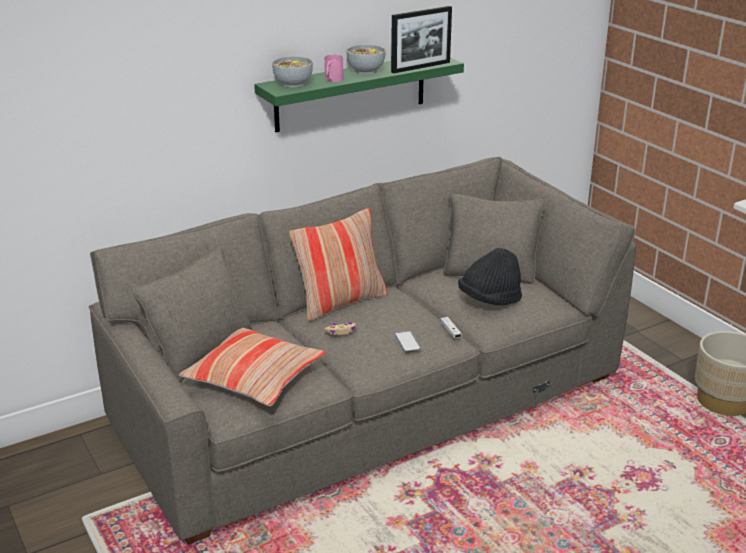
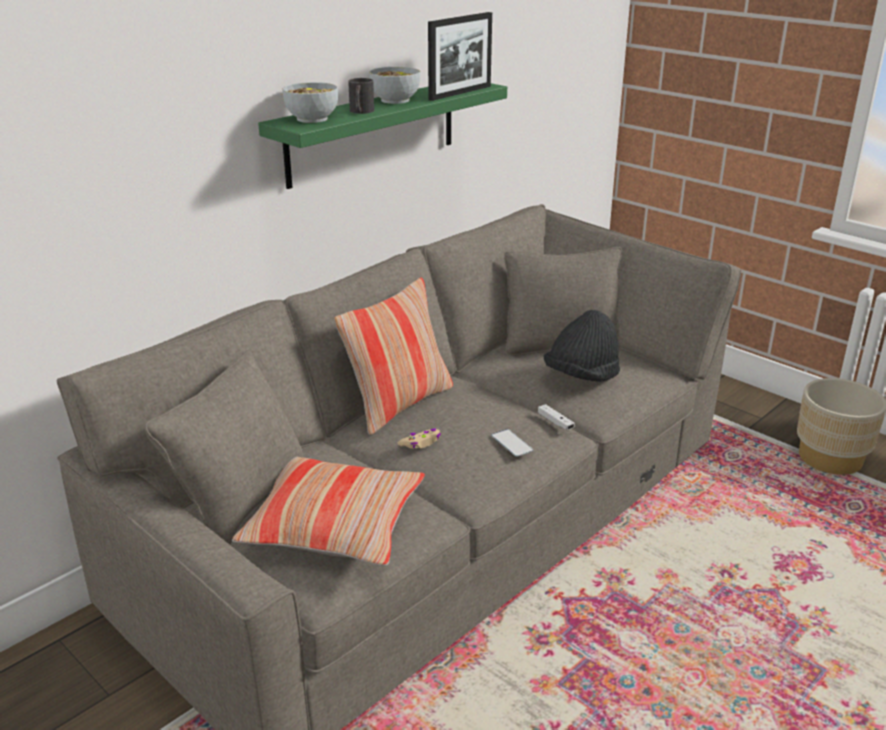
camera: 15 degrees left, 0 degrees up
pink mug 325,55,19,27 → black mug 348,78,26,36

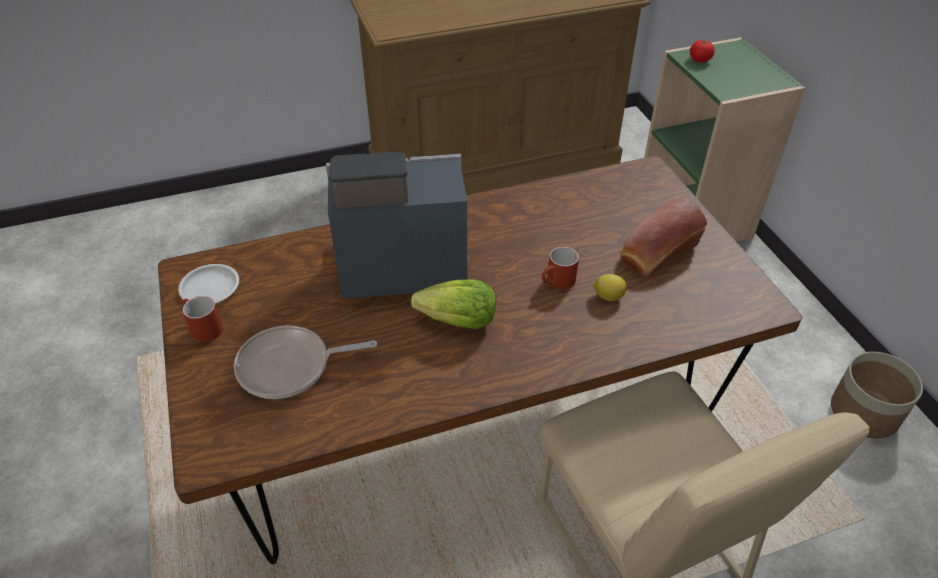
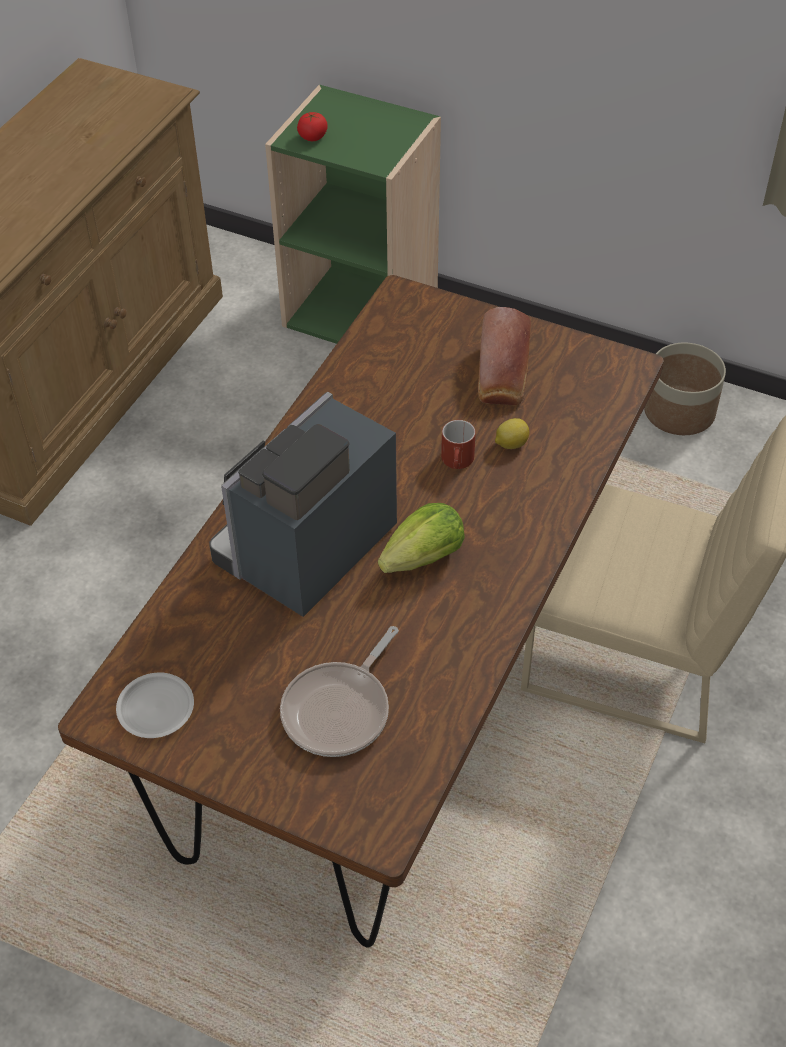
camera: 45 degrees left, 5 degrees up
red mug 182,296,41,46 → -

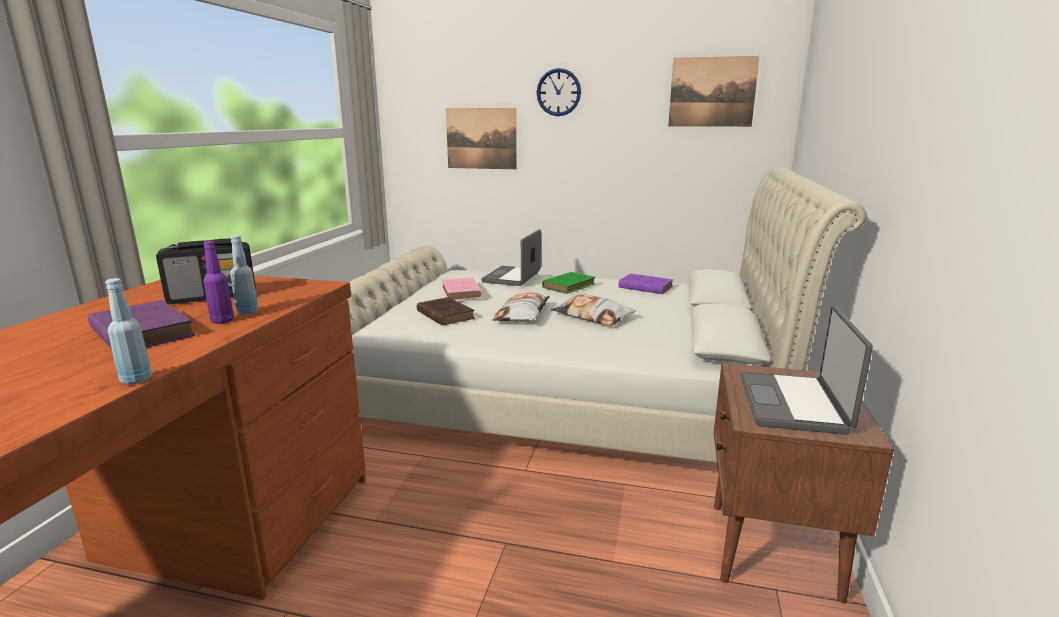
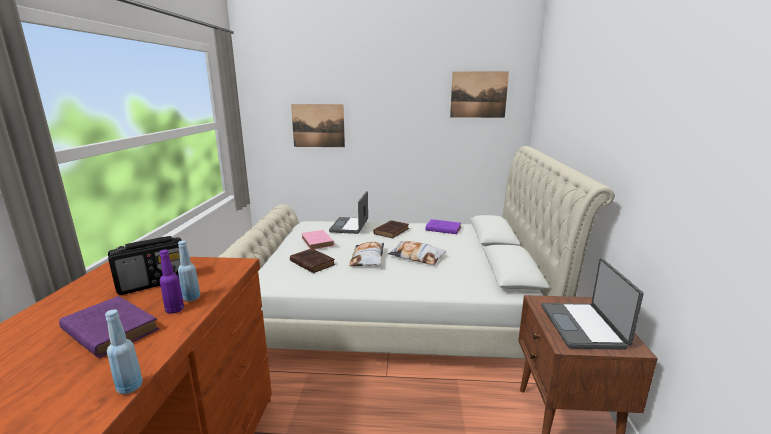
camera: 10 degrees left, 0 degrees up
green book 542,272,53,22 → brown book 373,220,36,18
wall clock 536,68,45,48 → -

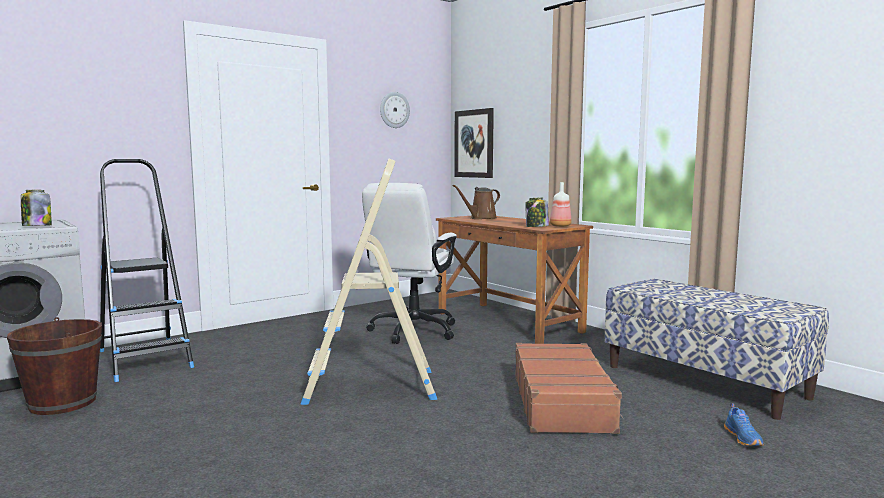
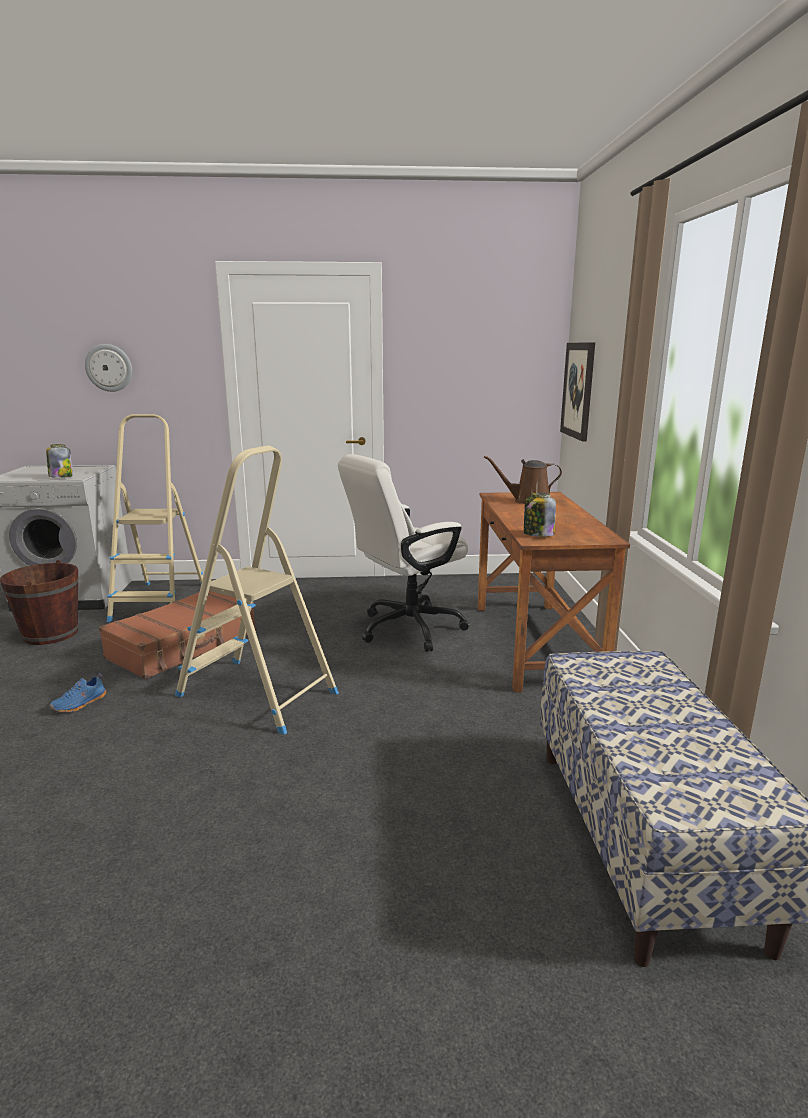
camera: 35 degrees right, 10 degrees up
blue shoe 724,403,40,43 → blue shoe 50,673,56,39, moved
wall clock 380,92,30,36 → wall clock 85,344,47,48, moved
brown suitcase 515,343,108,91 → brown suitcase 99,591,157,88, moved
black step ladder 100,159,94,223 → beige step ladder 107,414,96,208
bottle 550,182,21,45 → -

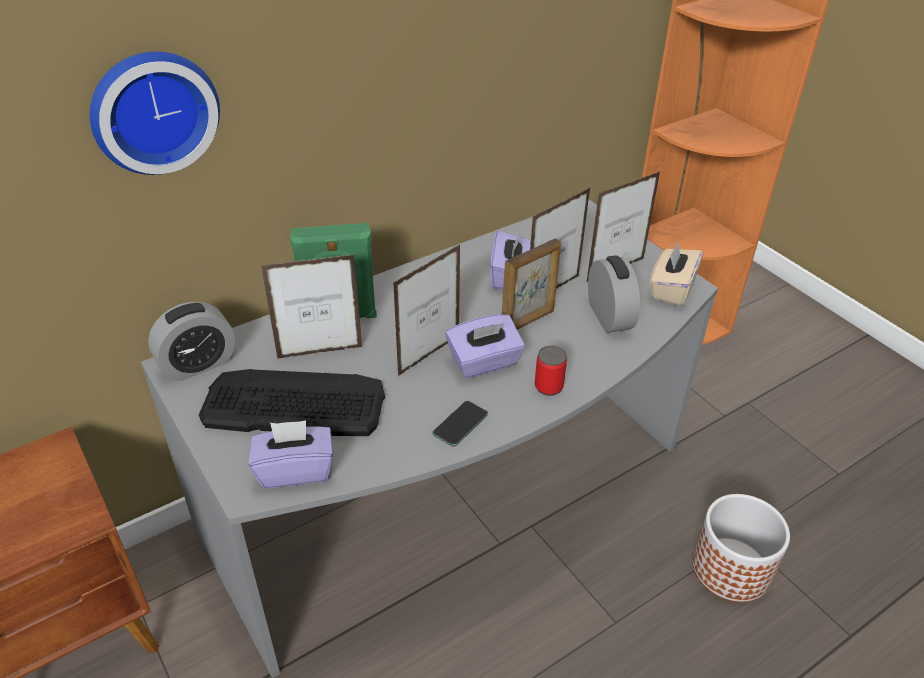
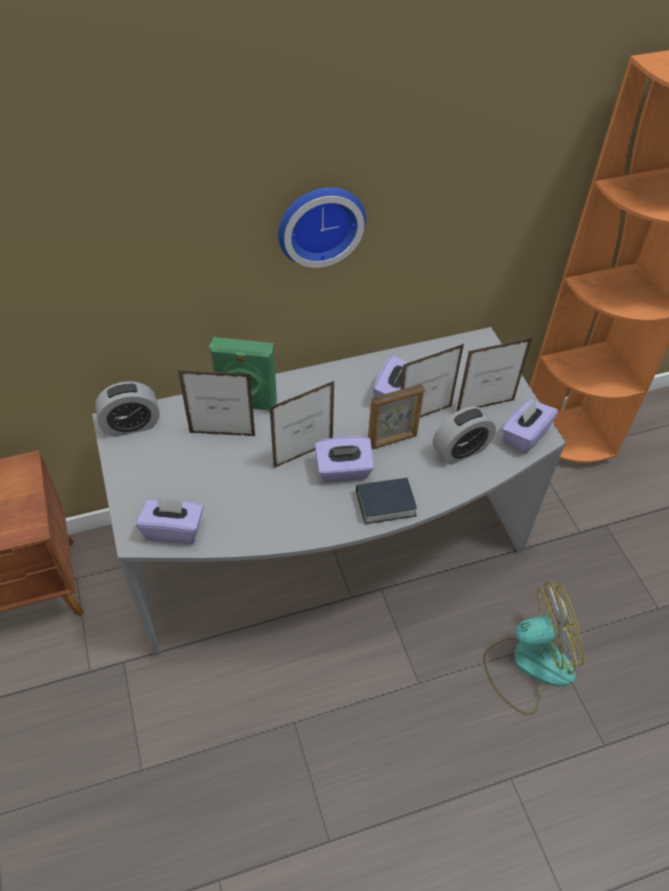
camera: 15 degrees right, 10 degrees up
wall clock 90,52,130,123 → wall clock 278,187,88,81, moved
can 535,346,32,50 → book 356,478,61,46
alarm clock 588,256,52,77 → alarm clock 433,406,63,59, 60 degrees clockwise
planter 692,494,98,108 → fan 483,581,101,134
beige tissue box 650,241,53,65 → purple tissue box 502,399,56,55
keyboard 199,369,186,67 → -
phone 432,401,56,46 → -

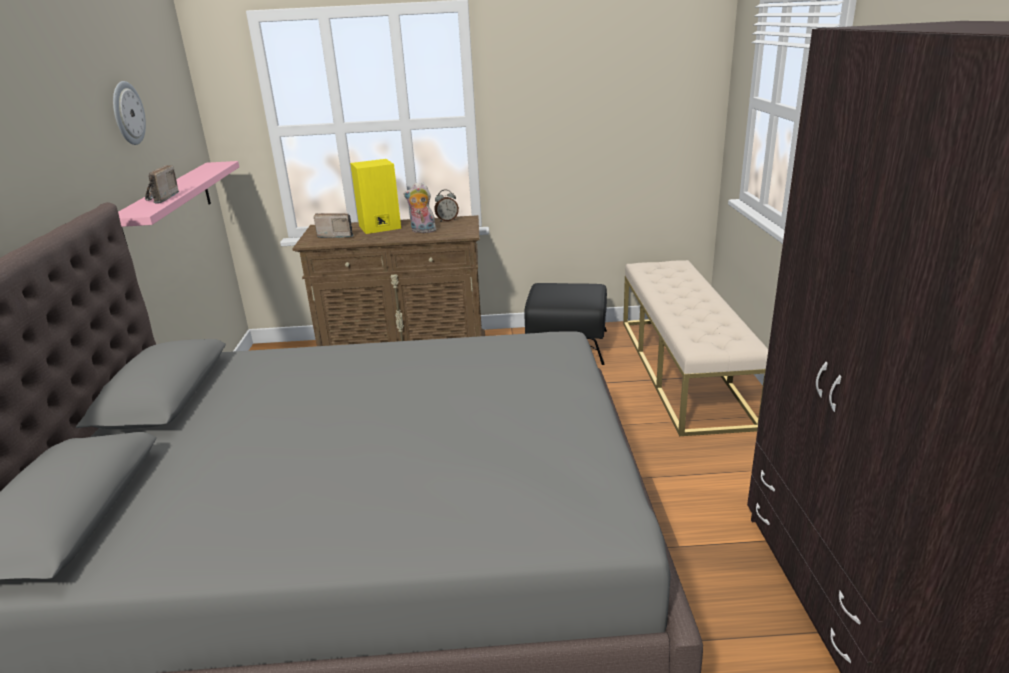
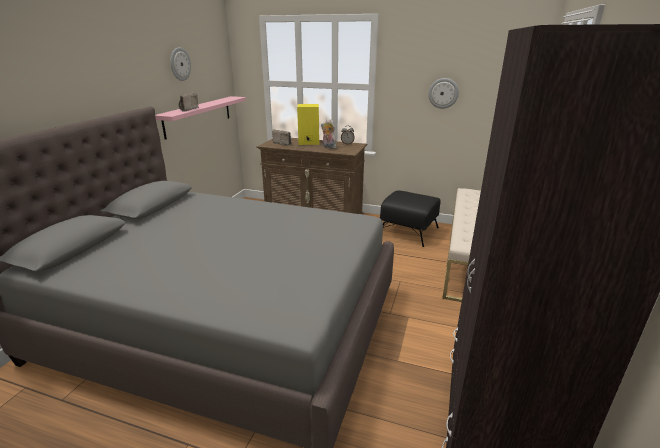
camera: 20 degrees right, 0 degrees up
- → wall clock 428,78,31,31

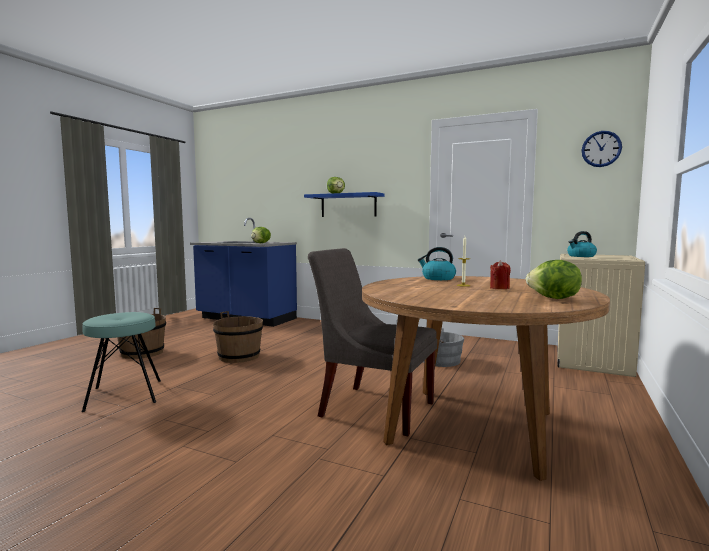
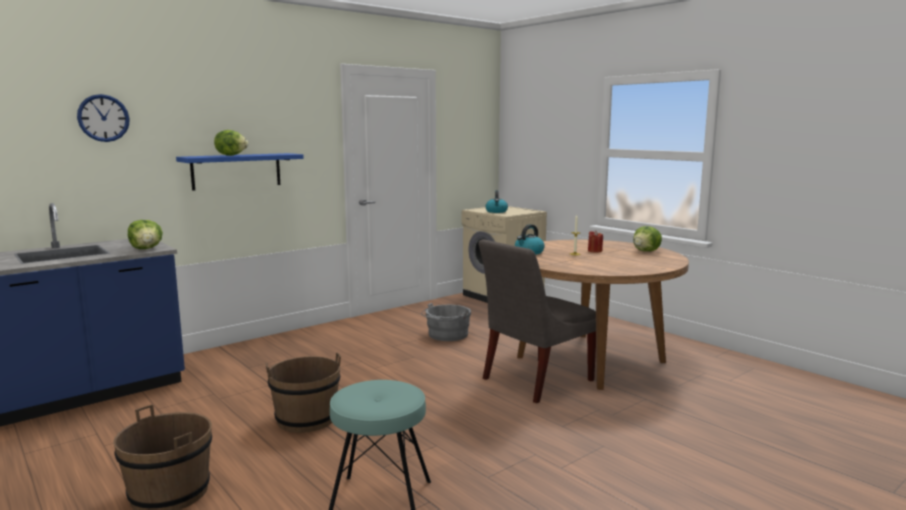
camera: 65 degrees left, 5 degrees up
wall clock 581,131,41,36 → wall clock 77,94,53,48, moved

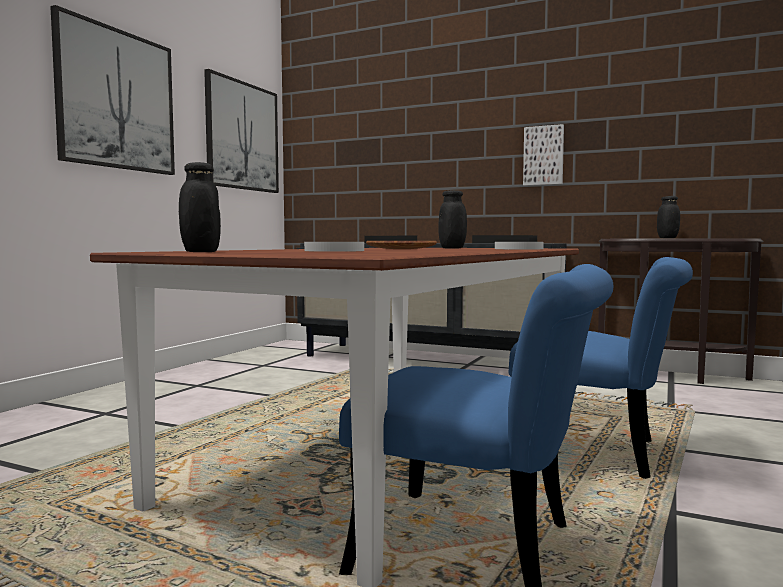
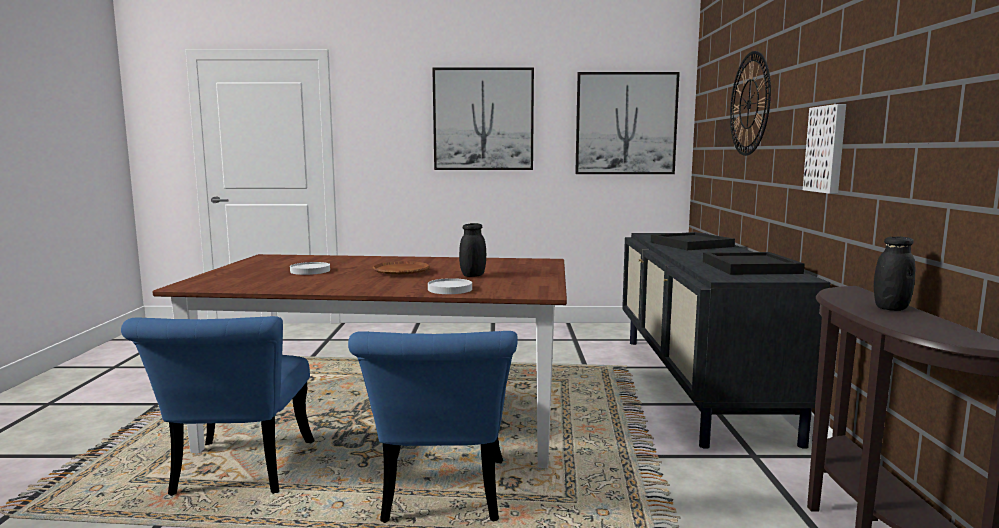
camera: 65 degrees right, 5 degrees up
- → wall clock 730,51,41,105
black jar 179,162,42,90 → -

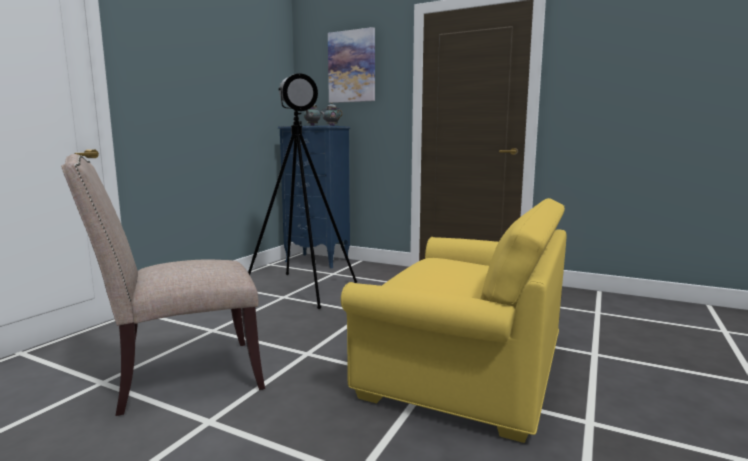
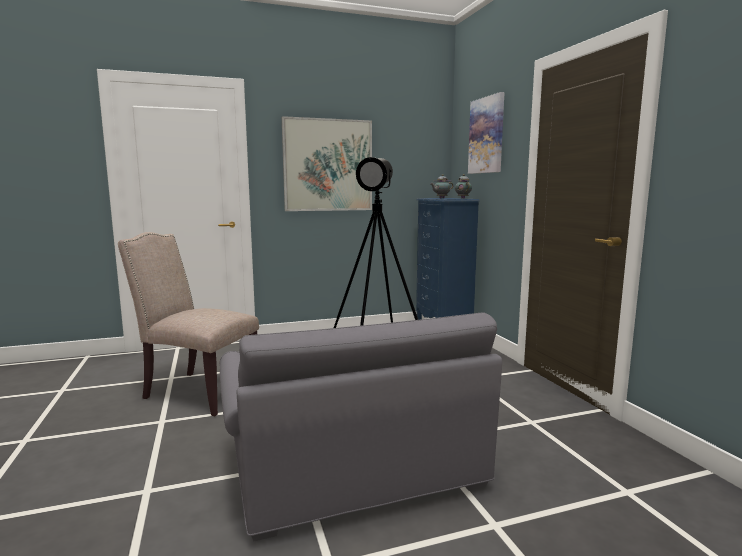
camera: 45 degrees right, 0 degrees up
yellow armchair 341,198,225,245 → grey armchair 220,312,282,229
- → picture 282,116,90,95

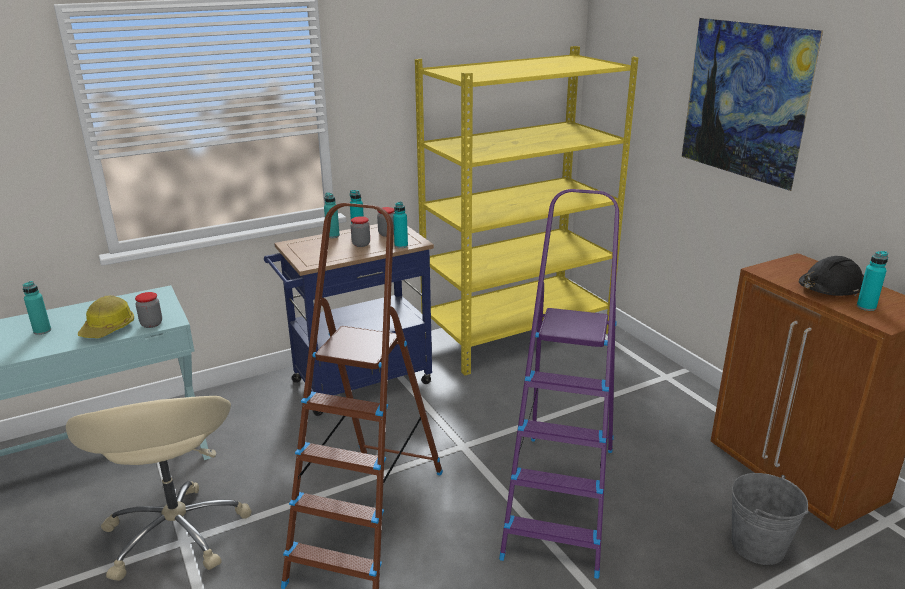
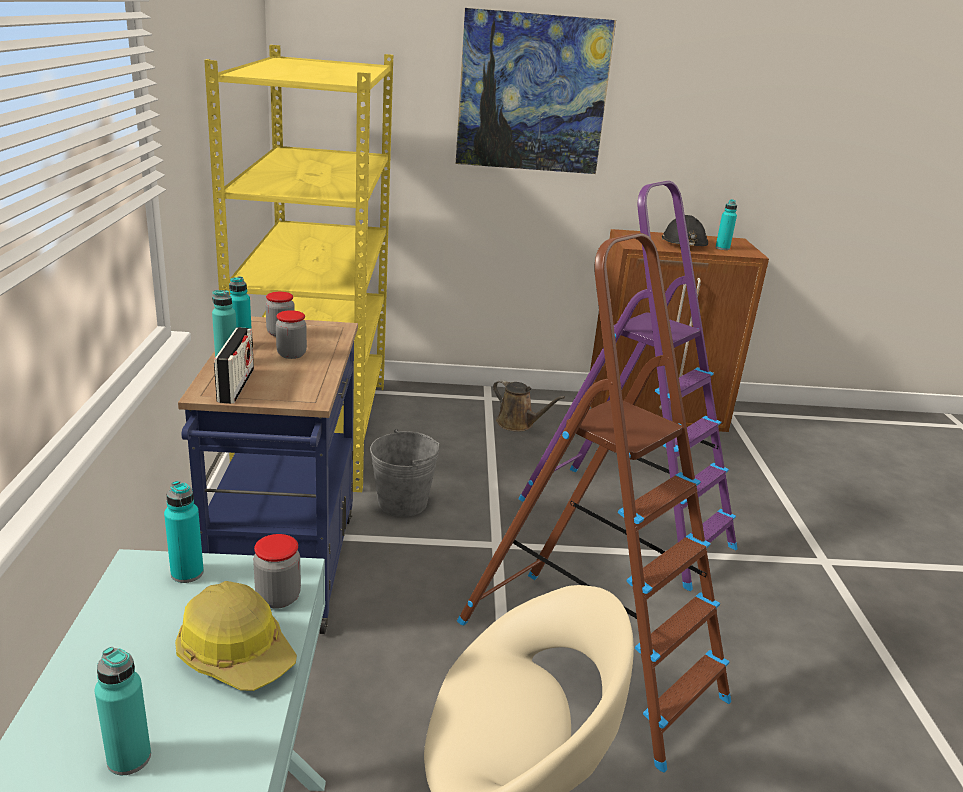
camera: 65 degrees left, 0 degrees up
turquoise bottle 393,202,15,46 → turquoise bottle 164,481,40,102, moved
- → radio 214,327,40,77
grey bucket 731,473,77,92 → grey bucket 370,429,69,88, moved
- → brown watering can 493,379,72,53

